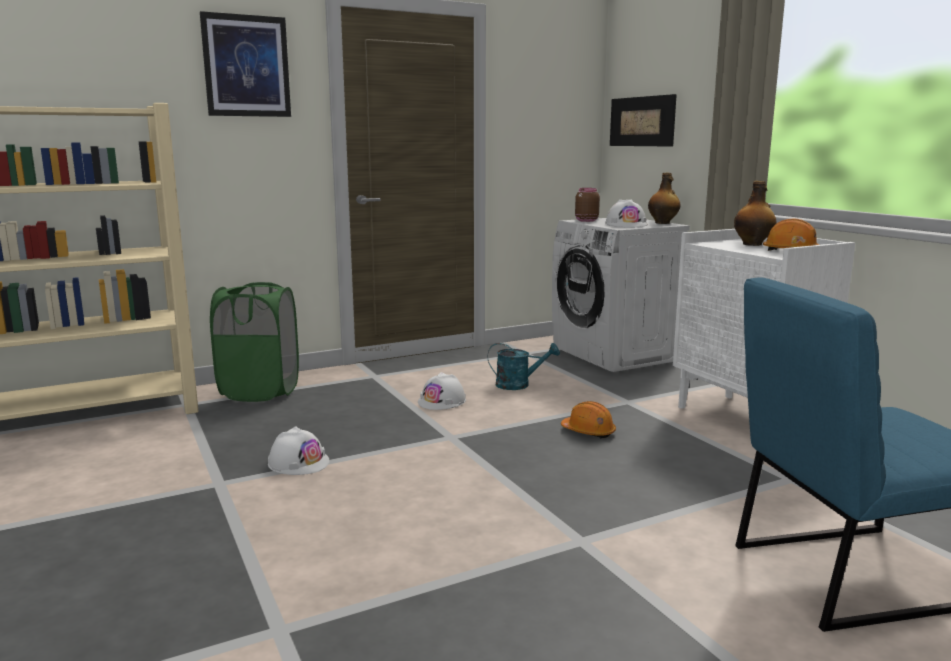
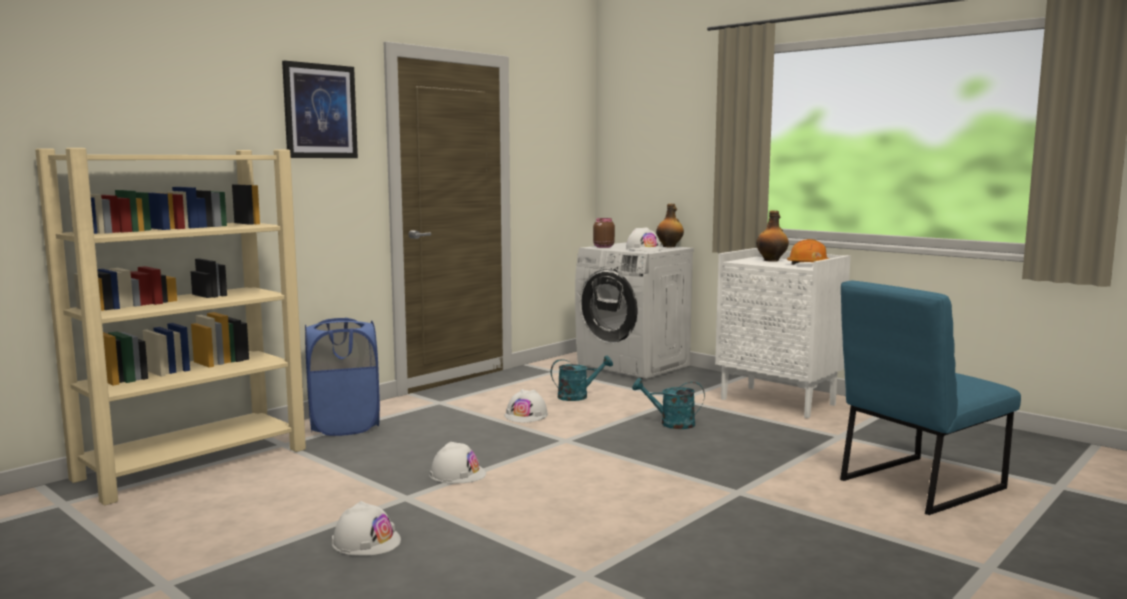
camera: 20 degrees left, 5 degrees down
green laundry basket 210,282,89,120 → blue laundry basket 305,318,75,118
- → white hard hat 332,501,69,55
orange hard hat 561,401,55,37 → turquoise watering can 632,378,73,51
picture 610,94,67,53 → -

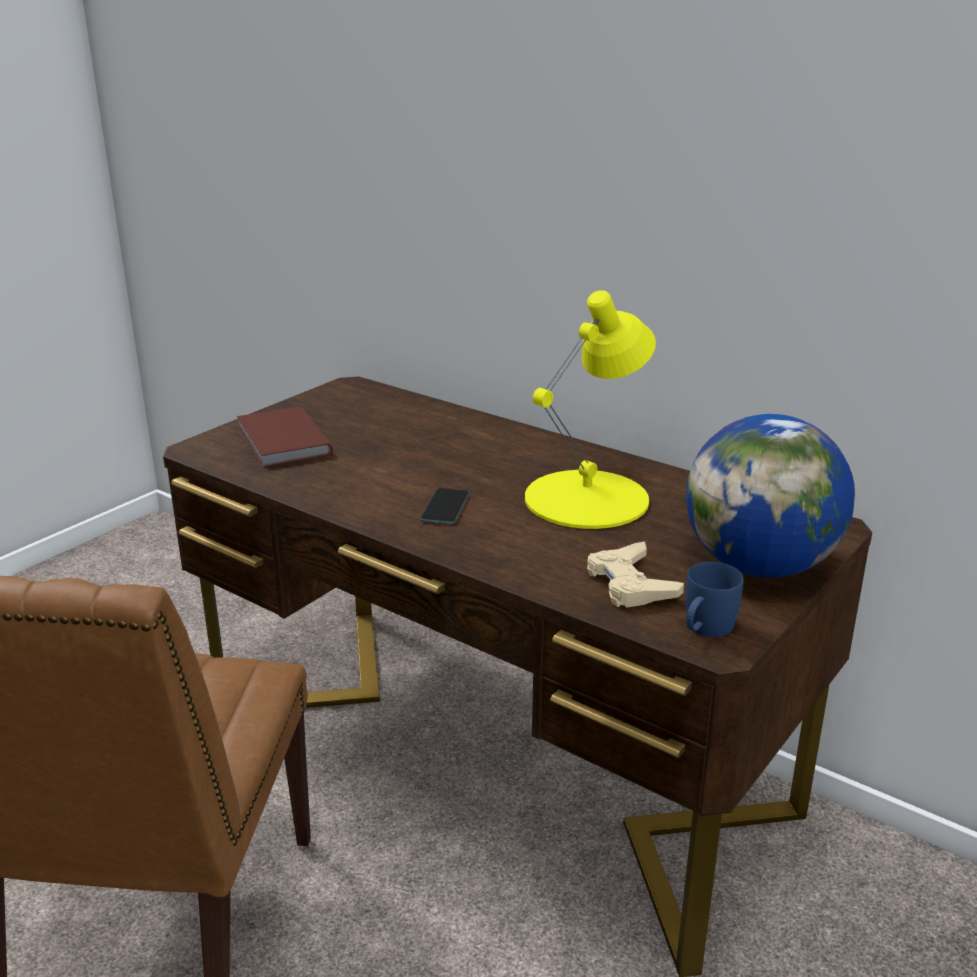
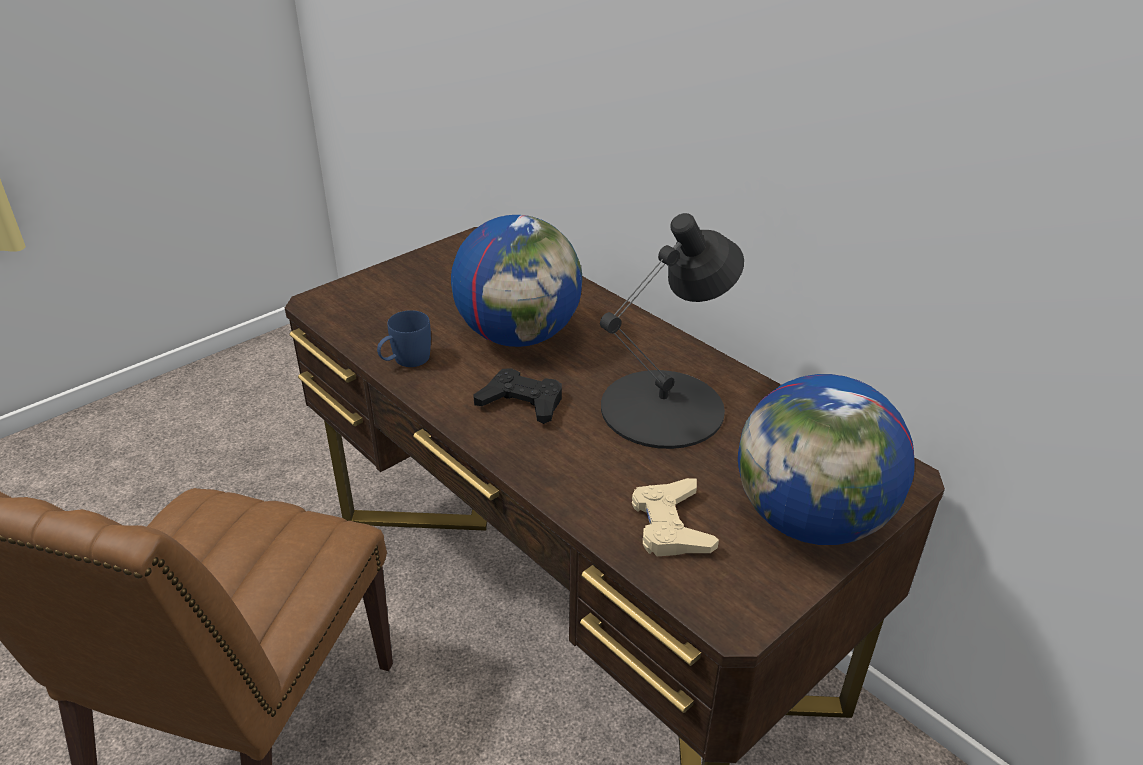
camera: 10 degrees right, 10 degrees up
blue mug 686,562,58,75 → blue mug 377,310,54,57, moved
- → globe 451,215,131,132
phone 420,488,49,37 → black game controller 473,368,89,56
yellow table lamp 525,290,131,239 → black table lamp 600,213,144,236
brown book 237,406,95,61 → -

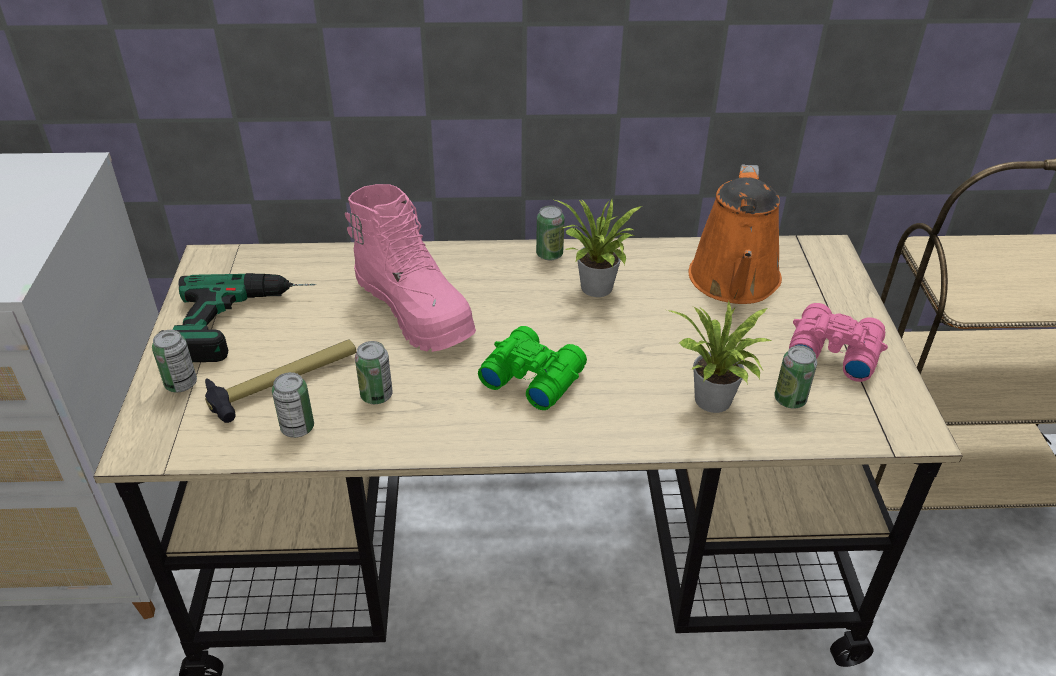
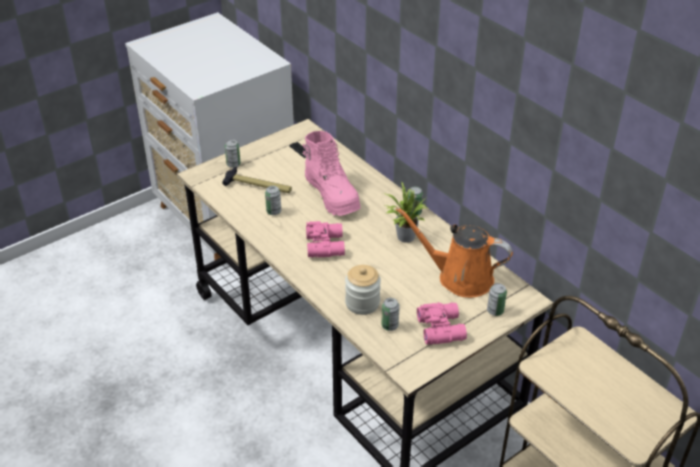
camera: 55 degrees right, 0 degrees up
pink boot 345,184,131,168 → pink boot 303,131,58,85, 45 degrees counterclockwise
green binoculars 478,326,109,84 → pink binoculars 306,221,39,37
potted plant 667,300,106,113 → jar 345,265,36,50
orange watering can 689,164,93,140 → orange watering can 396,207,117,91, 45 degrees clockwise
can 272,372,42,66 → can 487,283,20,33, moved
power drill 160,273,156,89 → -

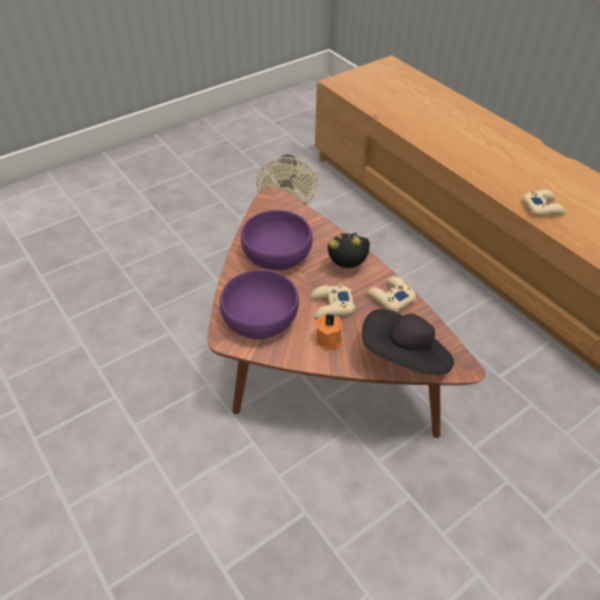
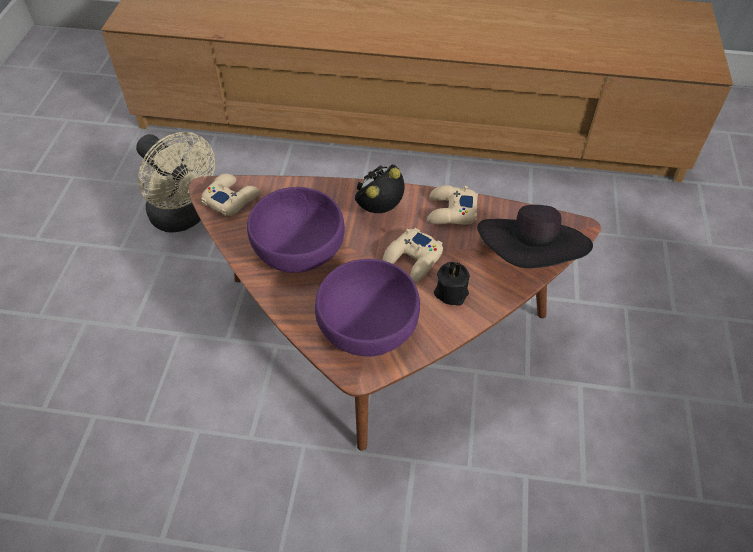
camera: 45 degrees left, 5 degrees up
beige game controller 523,189,43,27 → beige game controller 201,174,59,42, moved
orange candle 316,314,26,37 → black candle 434,261,36,45

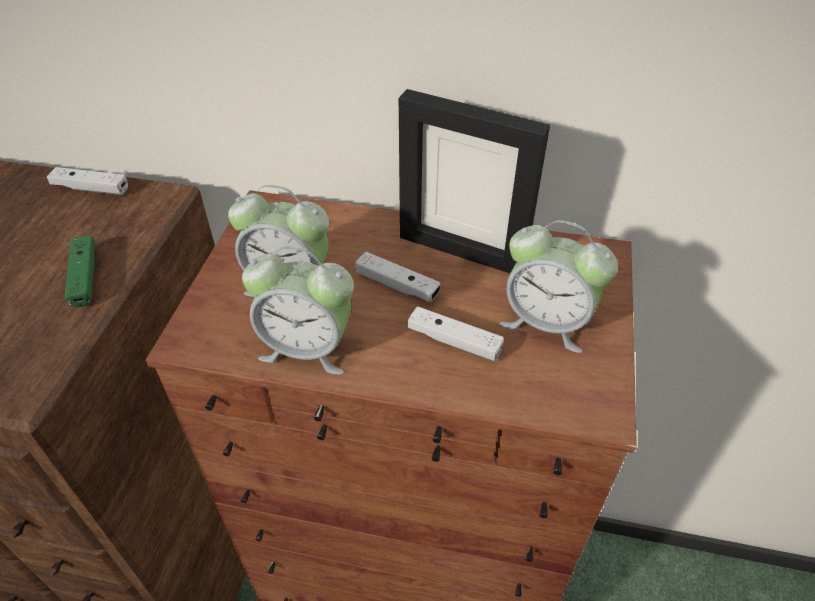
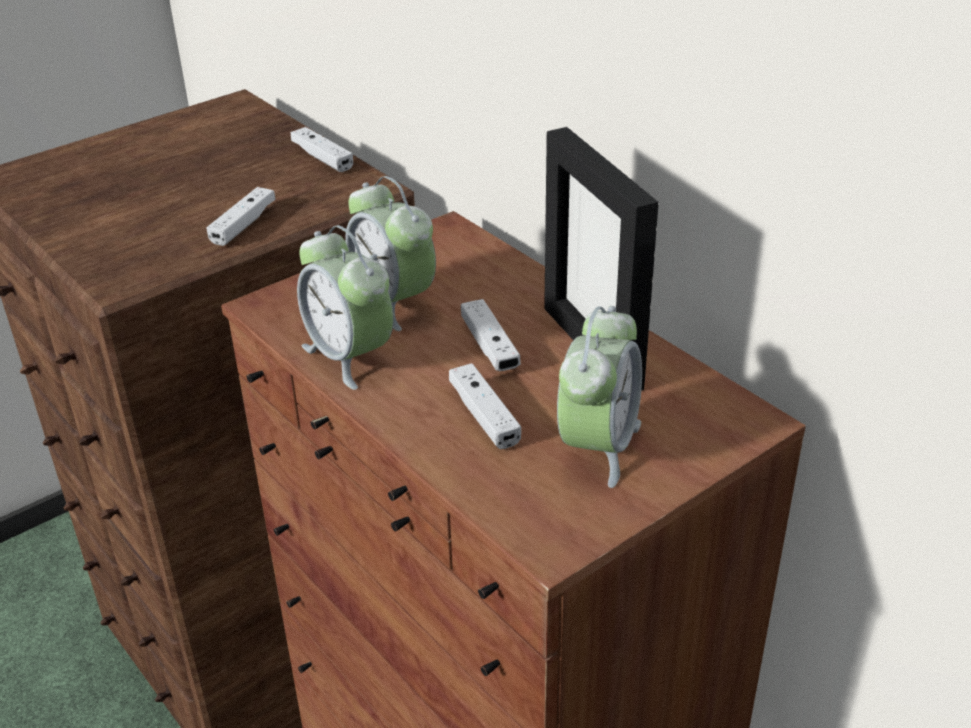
camera: 40 degrees right, 10 degrees down
green game controller 65,235,30,72 → white game controller 206,187,70,59
alarm clock 500,220,118,133 → alarm clock 557,306,85,182, 135 degrees counterclockwise

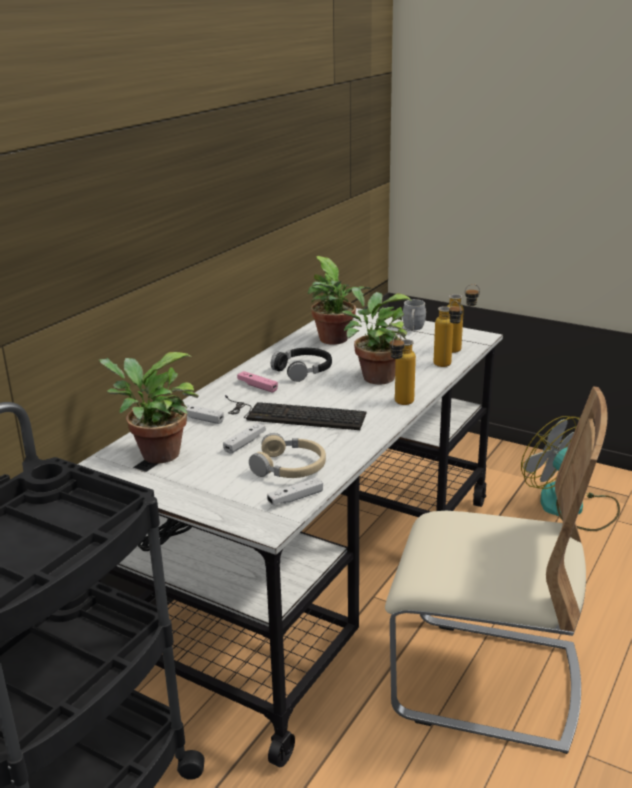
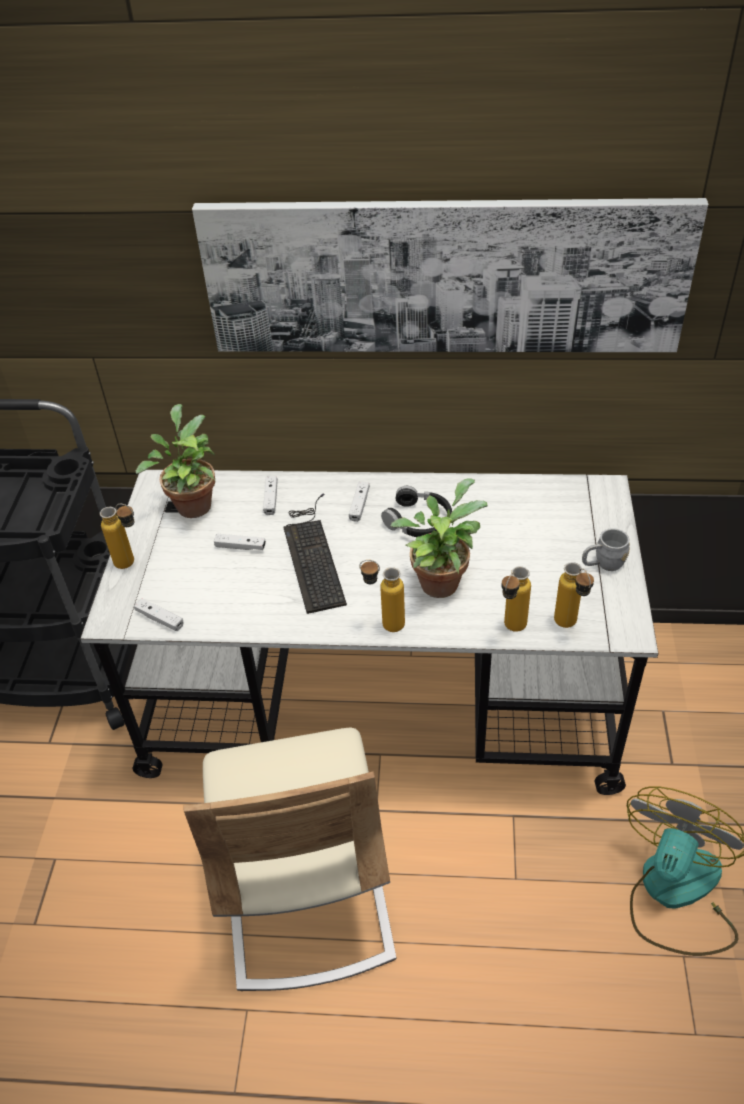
camera: 65 degrees right, 20 degrees up
- → bottle 100,503,34,66
- → picture 192,198,516,154
pink game controller 237,371,41,22 → white game controller 349,482,21,40
beige headphones 249,433,77,45 → -
potted plant 307,256,64,89 → -

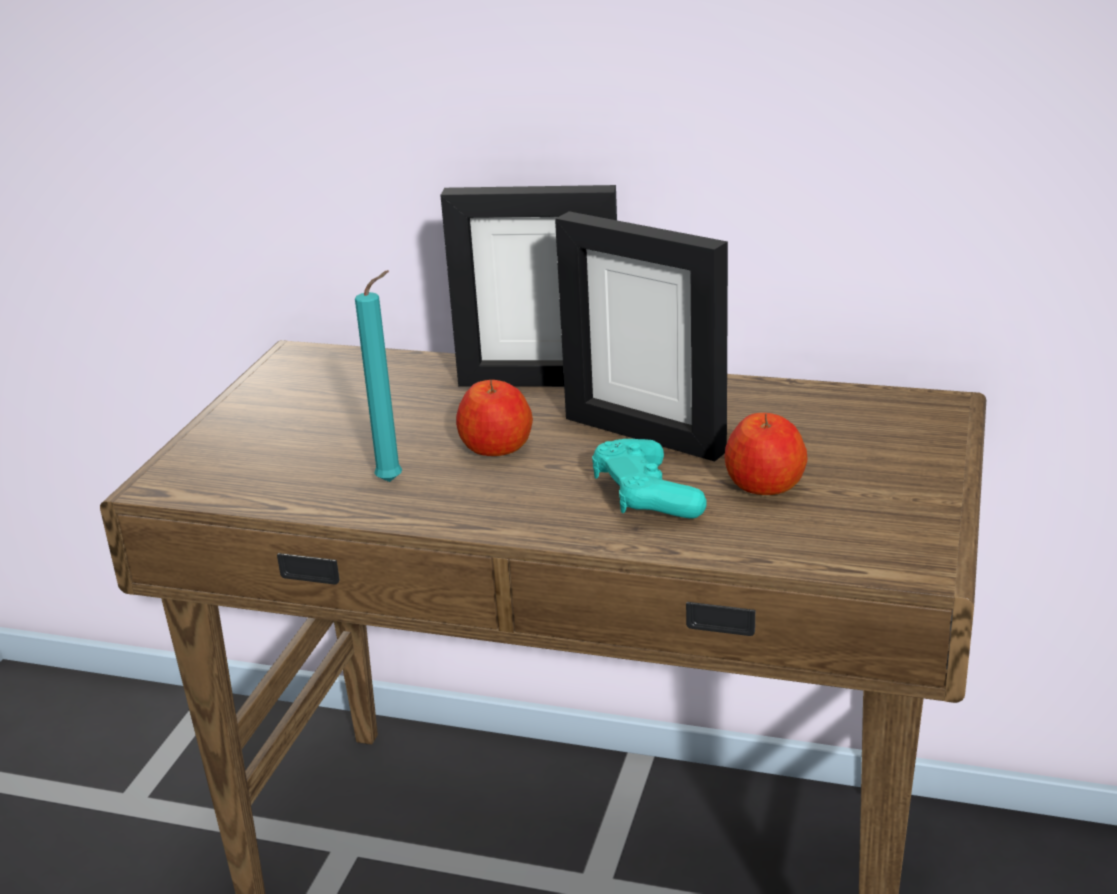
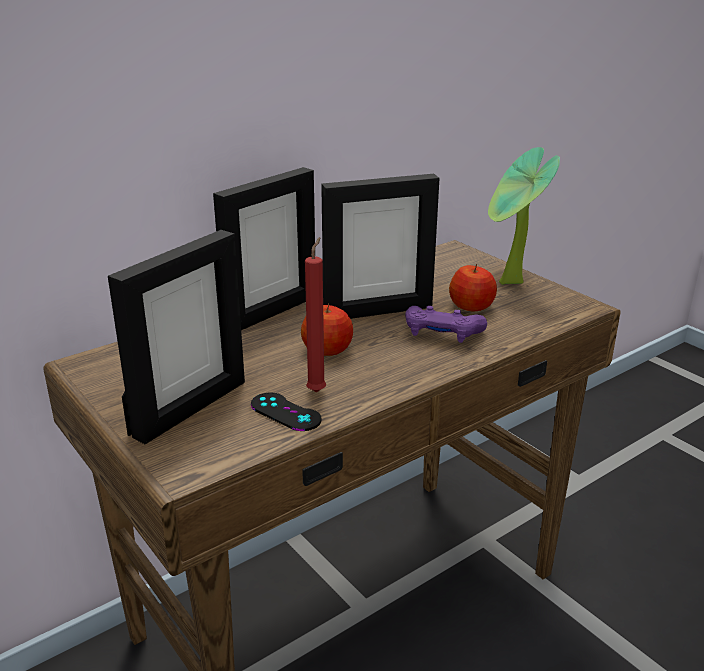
camera: 55 degrees left, 0 degrees up
- → picture frame 108,230,137,214
- → black game controller 251,393,71,38
turquoise candle 355,270,47,212 → red candle 305,237,21,155
turquoise game controller 592,439,115,80 → purple game controller 405,306,82,37
- → potted plant 488,147,72,138

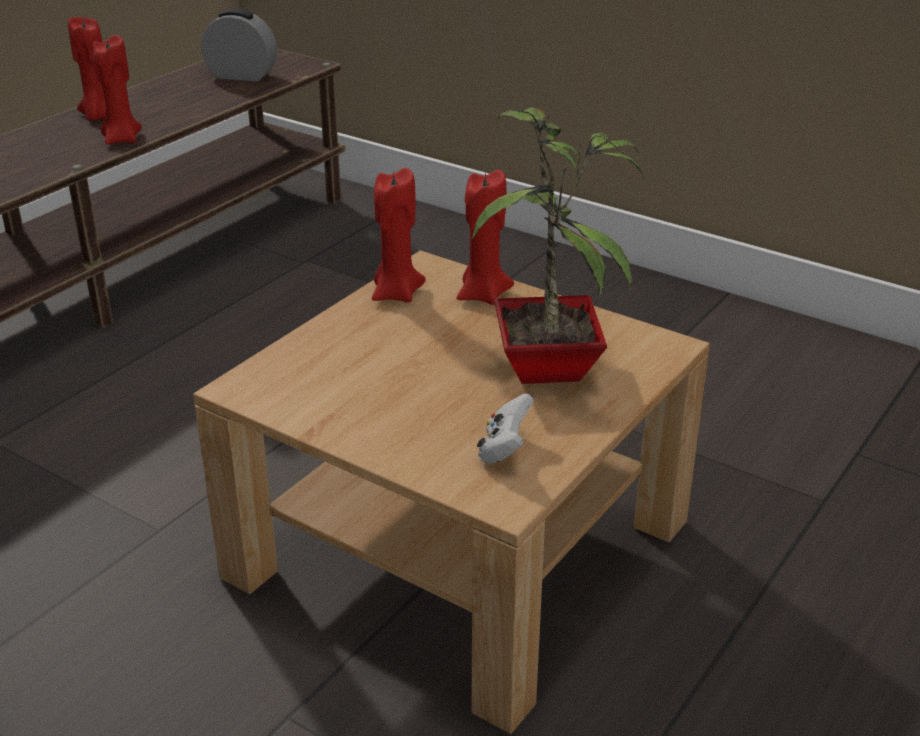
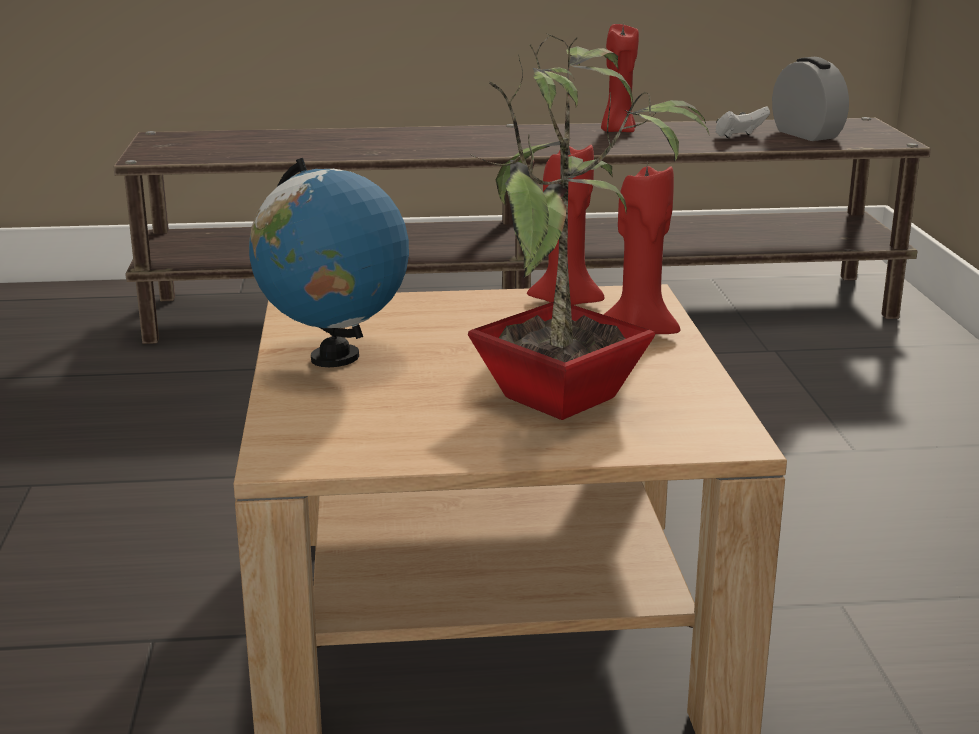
camera: 50 degrees right, 10 degrees down
- → globe 249,158,160,209
white game controller 477,394,57,70 → white game controller 715,106,55,32, moved
red candle 92,35,50,110 → -

